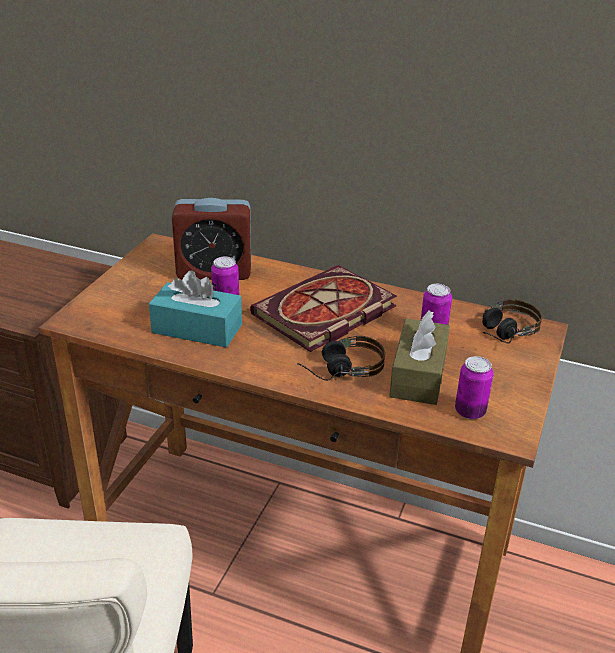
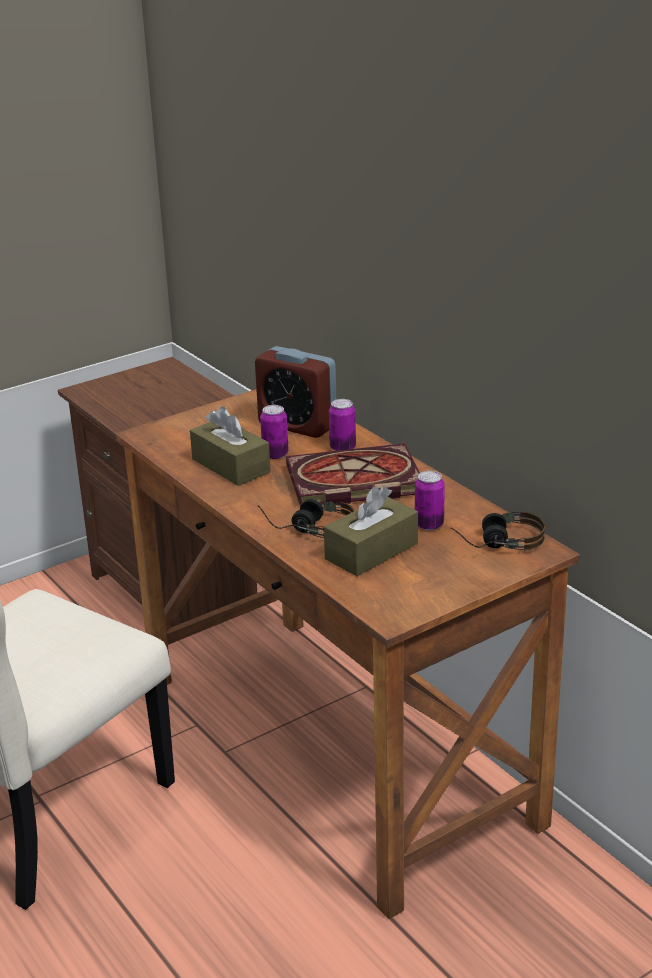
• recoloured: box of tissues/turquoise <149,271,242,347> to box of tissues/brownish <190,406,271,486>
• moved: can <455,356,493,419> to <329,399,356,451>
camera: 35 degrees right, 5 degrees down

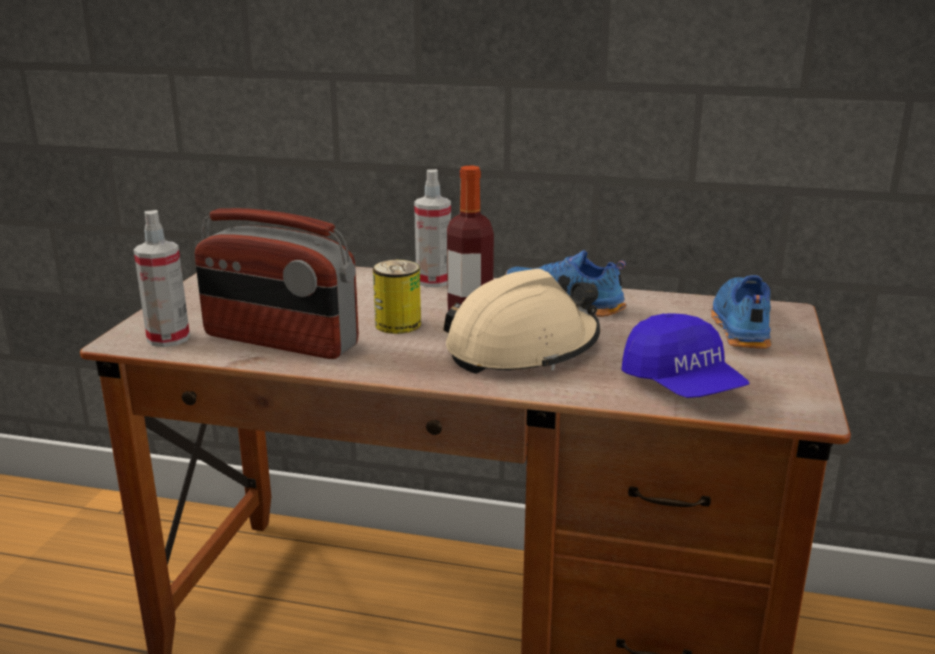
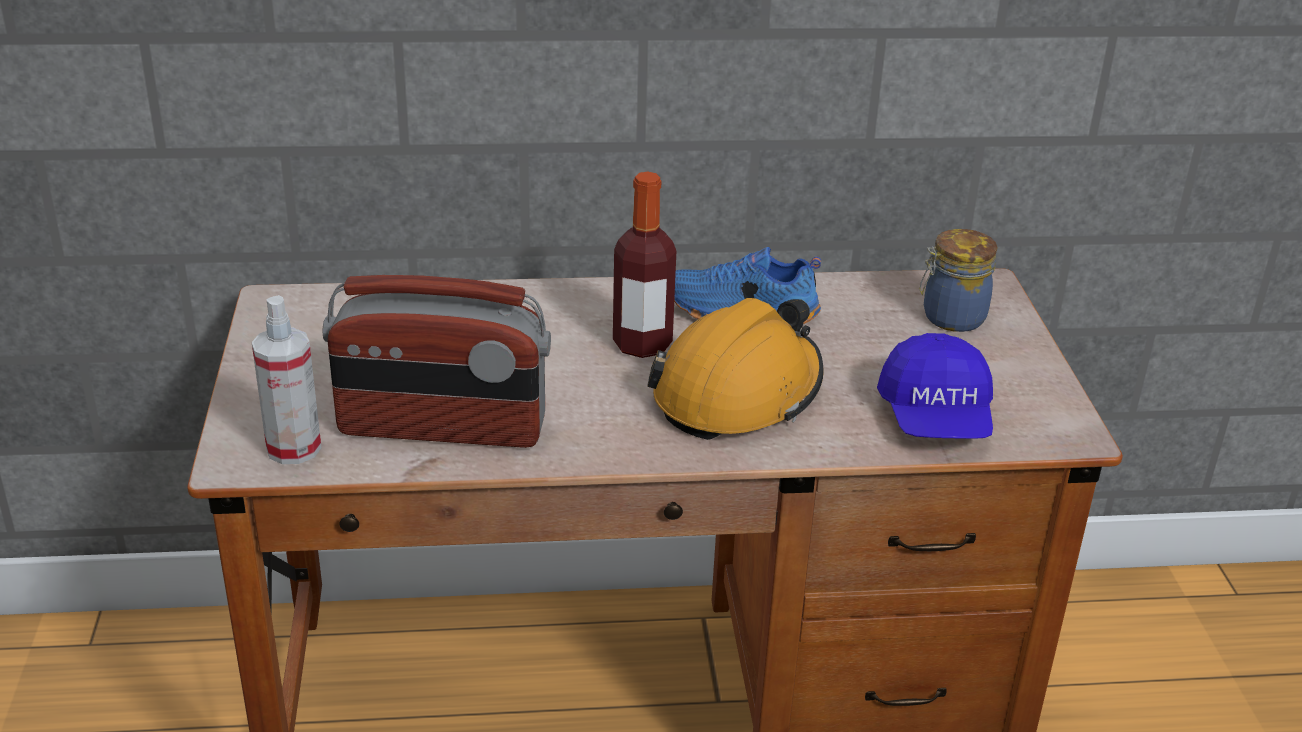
• removed: hand sprayer <414,169,451,287>
• removed: can <373,260,421,334>
• recoloured: hard hat/beige-coloured <443,269,600,374> to hard hat/orange-coloured <647,298,823,440>
• replaced: shoe/bluish <711,275,771,349> to preserve jar <919,229,997,332>
• turned: baseball cap/bluish <622,313,750,398> = <877,333,993,439> 45 degrees clockwise
camera: 20 degrees left, 10 degrees up

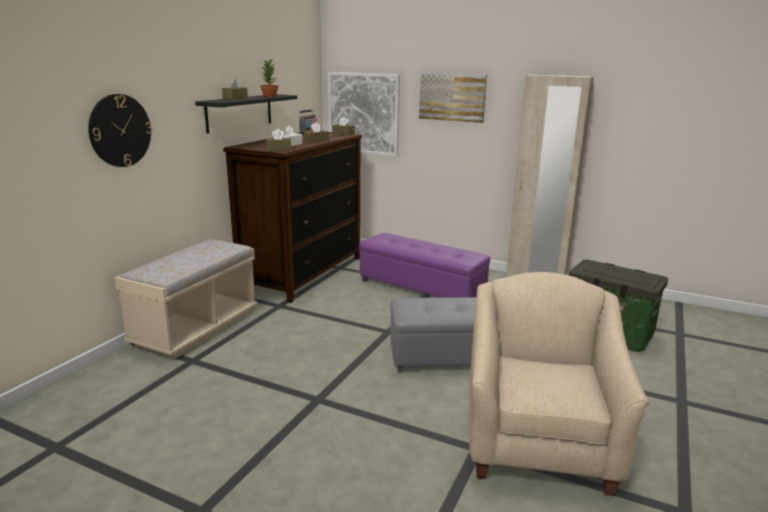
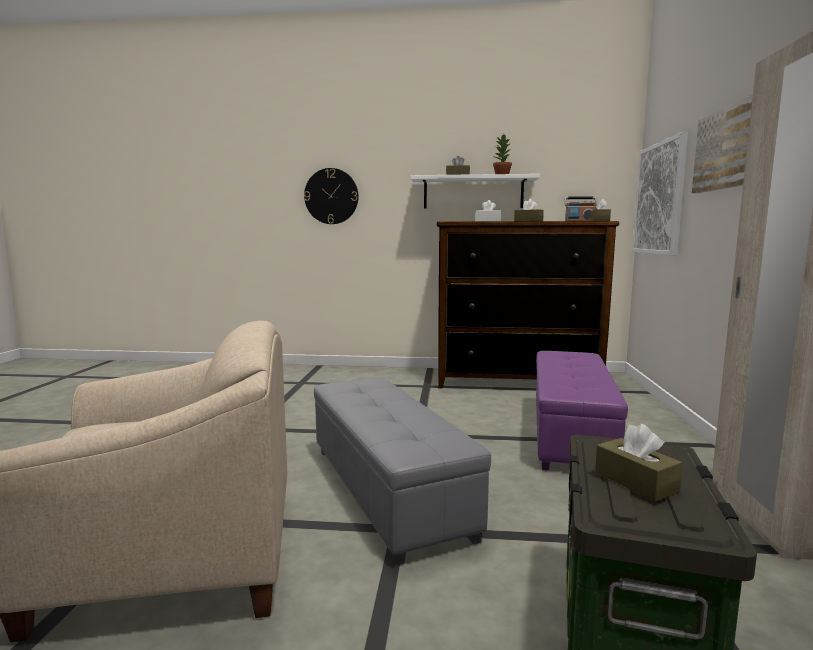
• recoloured: bracket shelf/black <195,94,297,133> to bracket shelf/white <411,174,540,209>
• moved: box of tissues/brownish <266,129,291,151> to <595,424,683,502>
• removed: long seat/beige-coloured <114,239,258,359>
camera: 70 degrees right, 10 degrees down

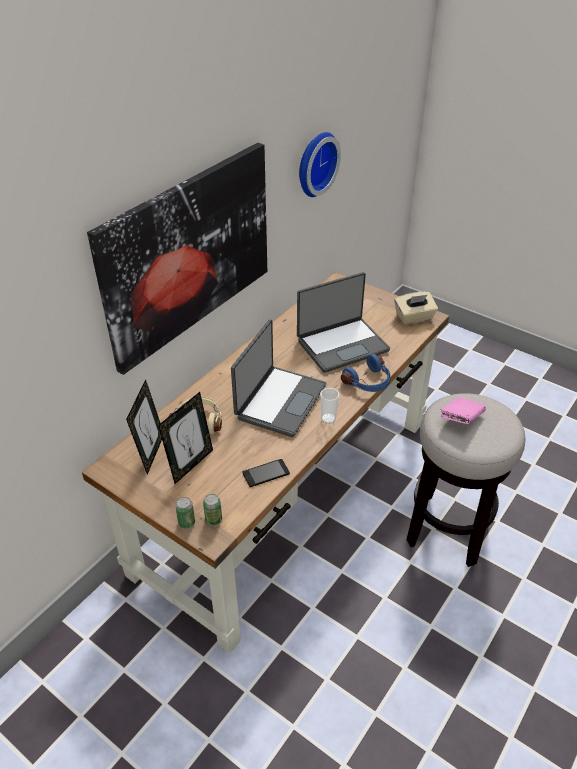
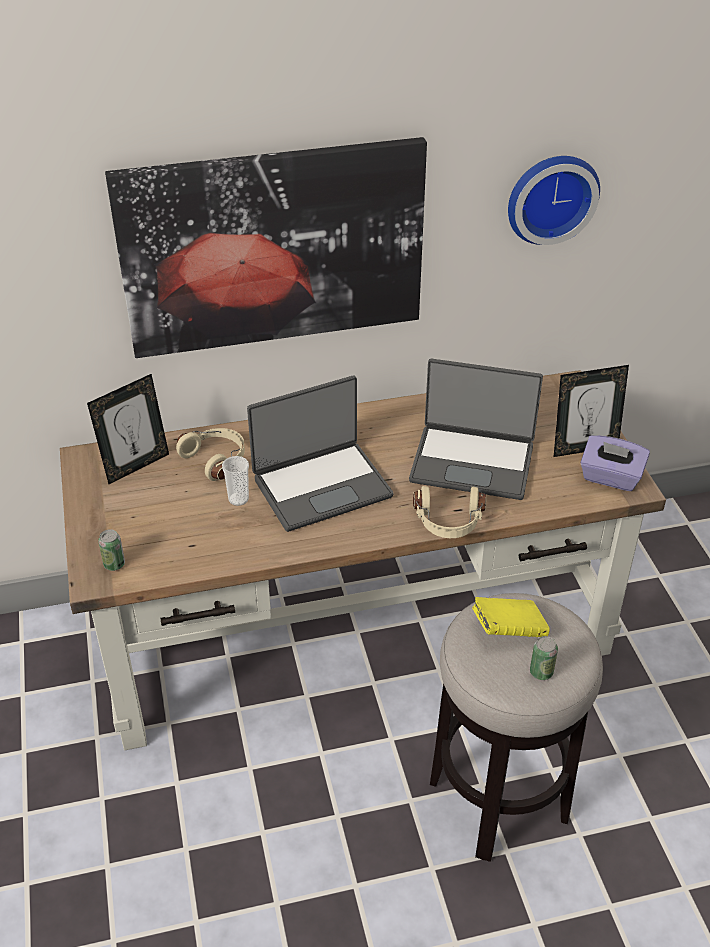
• recoloured: box of tissues/beige-coloured <394,292,438,325> to box of tissues/purplish <580,435,650,491>
• recoloured: headset/bluish <341,354,390,392> to headset/beige-coloured <413,486,486,538>
• moved: drinking cup <320,388,340,424> to <222,456,249,506>
• moved: photo frame <158,392,213,484> to <554,365,629,457>
• recoloured: volume/pink <441,397,486,424> to volume/yellowish <472,597,550,637>
• removed: handset <242,459,290,487>
• moved: can <175,497,195,529> to <530,636,558,680>
camera: 40 degrees right, 0 degrees up

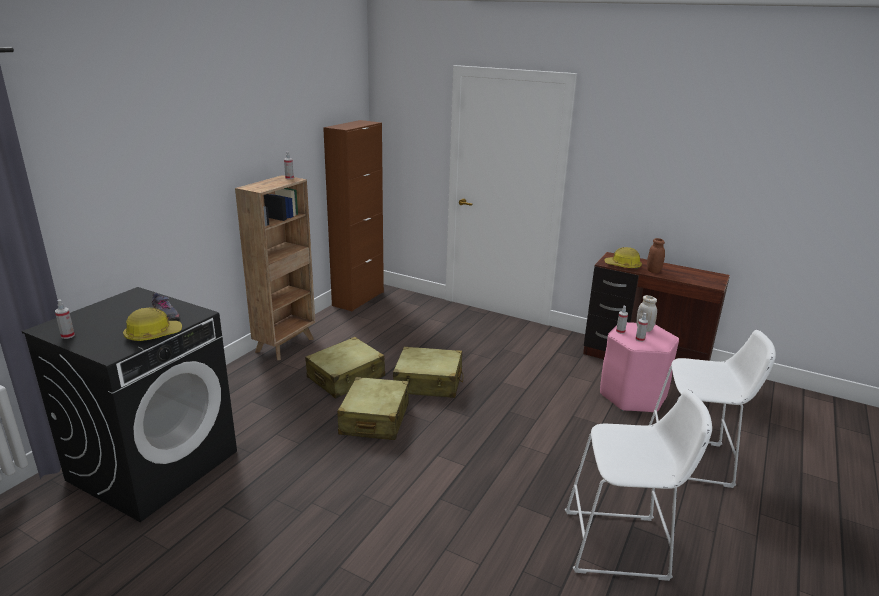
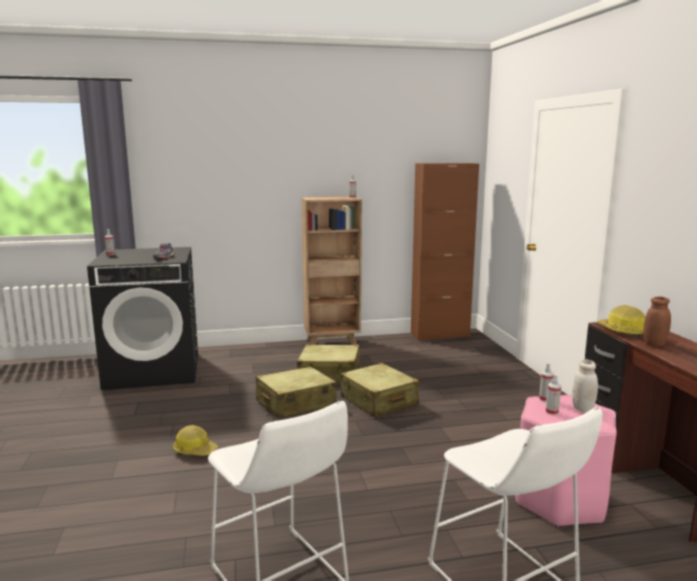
• moved: hard hat <123,308,182,341> to <173,425,218,456>
camera: 50 degrees right, 10 degrees down

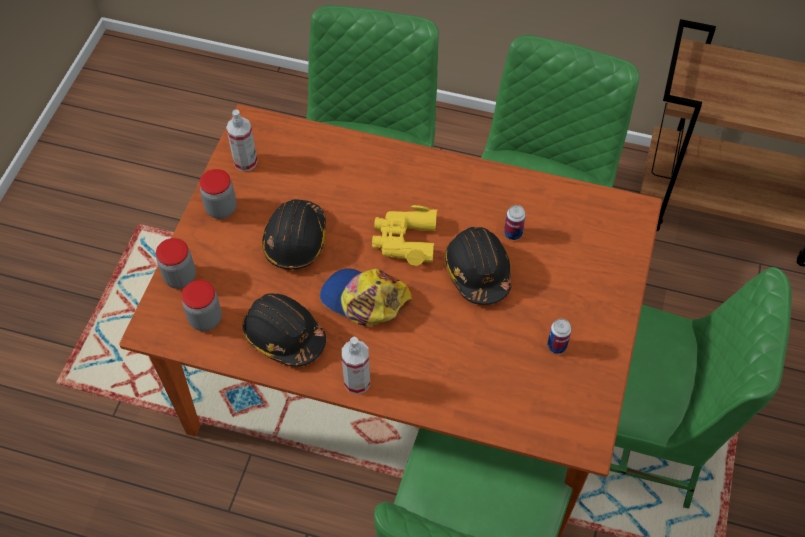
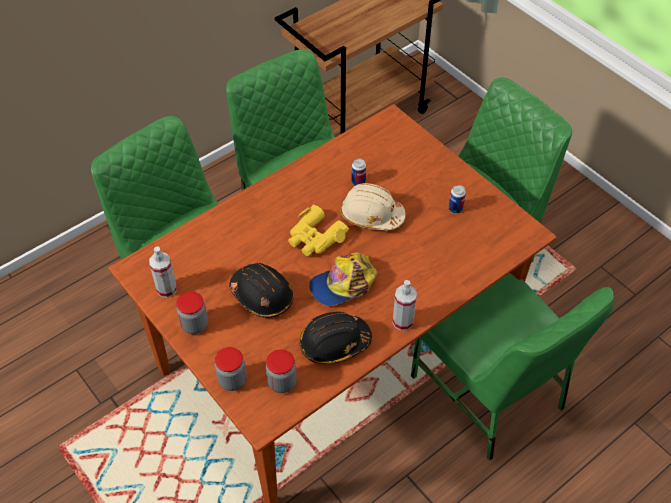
• recoloured: hard hat/black <444,227,512,305> to hard hat/beige-coloured <340,183,406,231>
camera: 55 degrees left, 5 degrees down

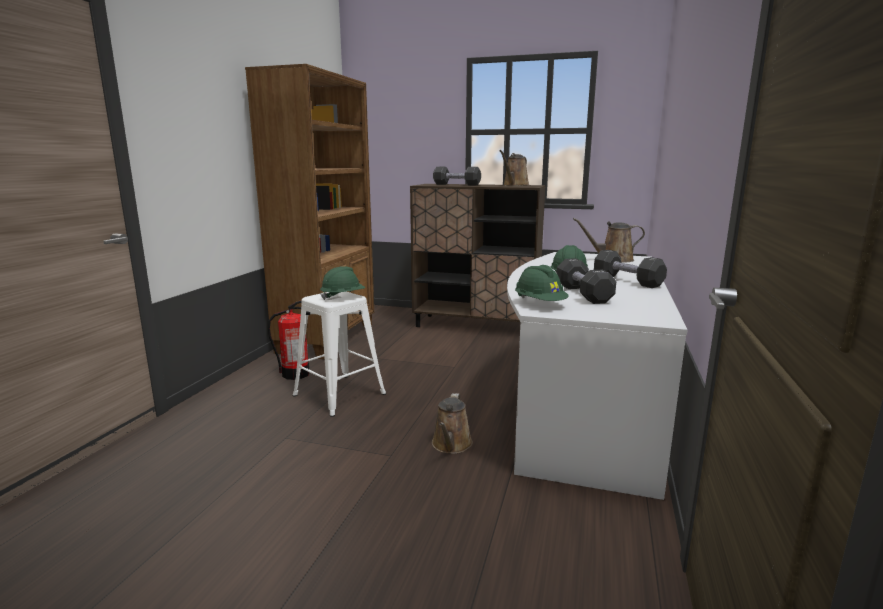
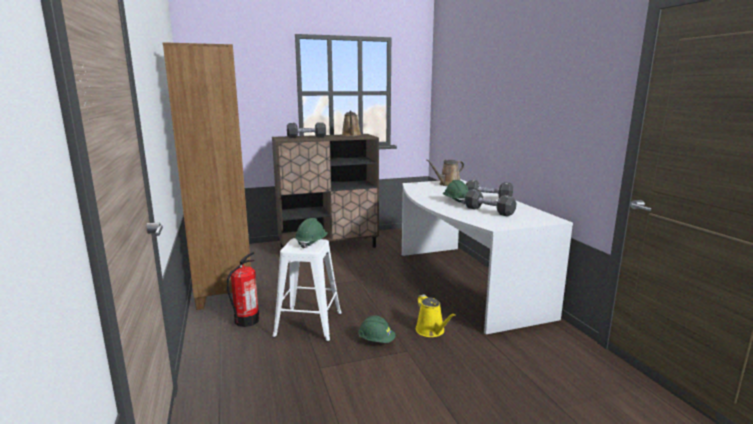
• moved: hard hat/green-coloured <515,265,569,301> to <358,315,396,343>
• recoloured: sprinkling can/brownish <432,393,473,454> to sprinkling can/yellowish <416,294,456,337>
camera: 35 degrees left, 0 degrees up

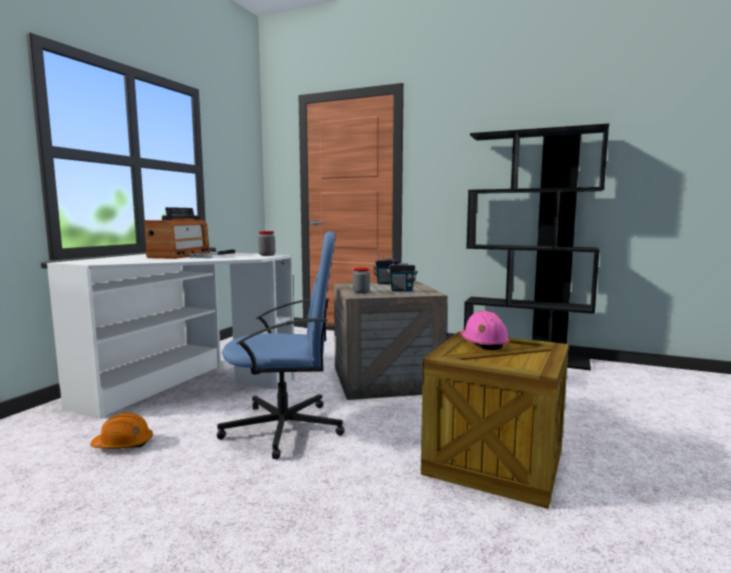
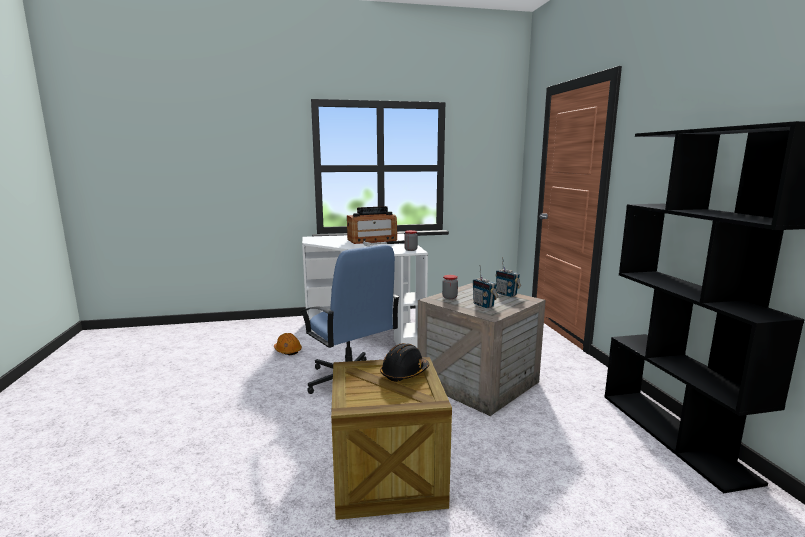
• recoloured: hard hat/pink <460,311,510,350> to hard hat/black <380,343,429,382>
camera: 55 degrees right, 5 degrees up

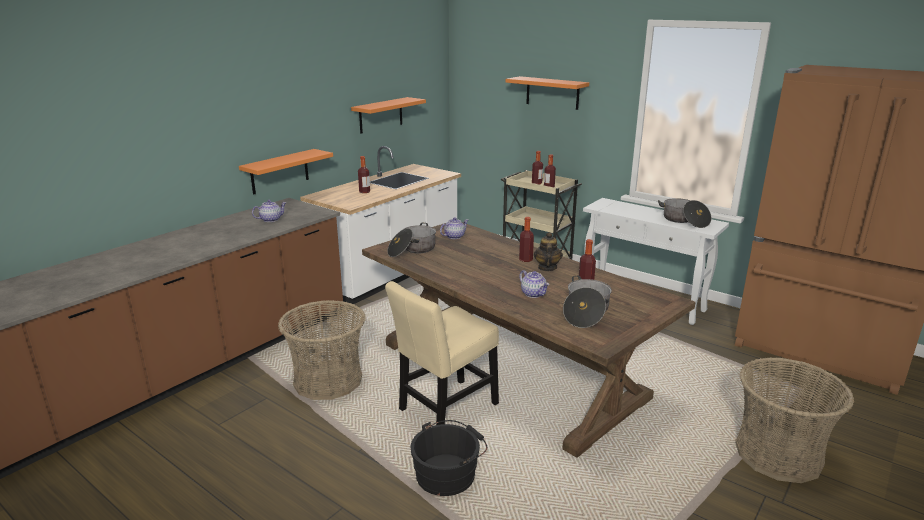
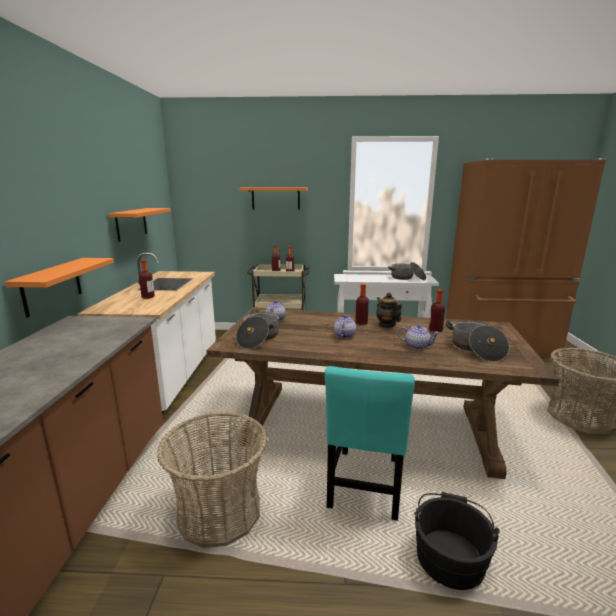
• moved: pot for tea <252,200,287,222> to <334,315,356,339>
• recoloured: plain chair/beige-coloured <385,281,499,425> to plain chair/turquoise <325,366,415,521>
camera: 35 degrees left, 5 degrees down

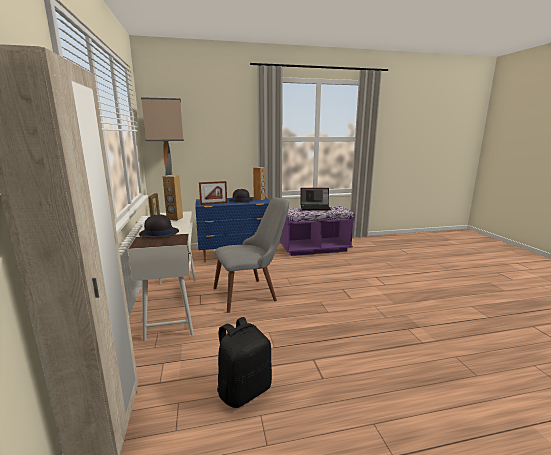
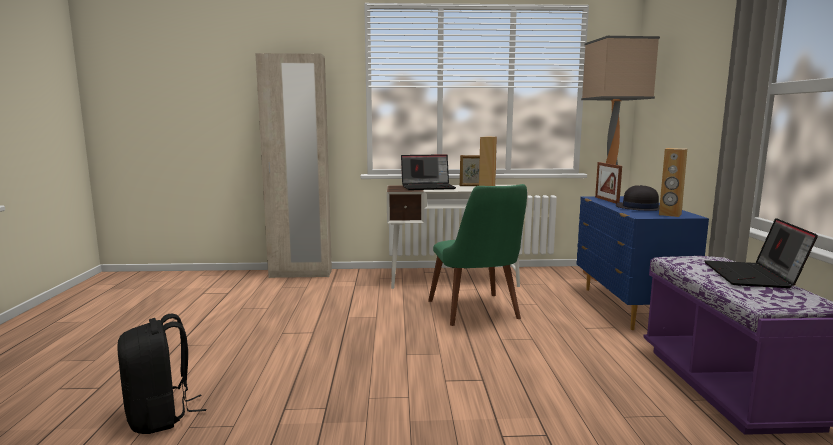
• recoloured: plain chair/gray <213,197,289,313> to plain chair/green-coloured <428,184,527,326>
• replaced: hat/black <139,214,179,238> to notebook computer <401,154,456,190>
• moved: knapsack/black <217,317,272,408> to <117,314,206,434>
camera: 100 degrees right, 5 degrees down

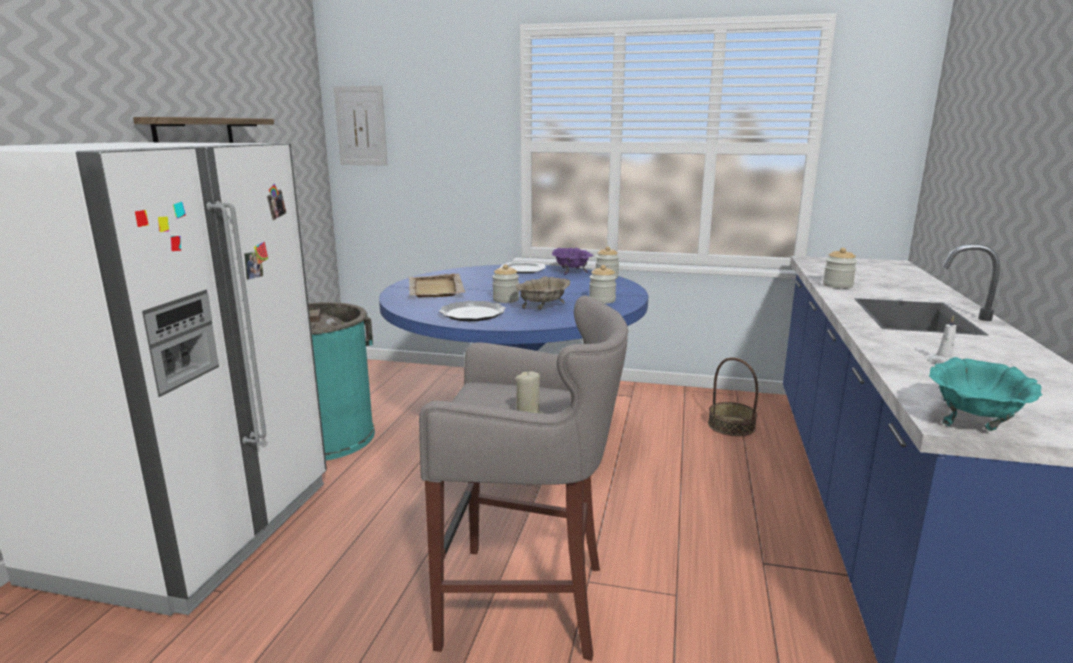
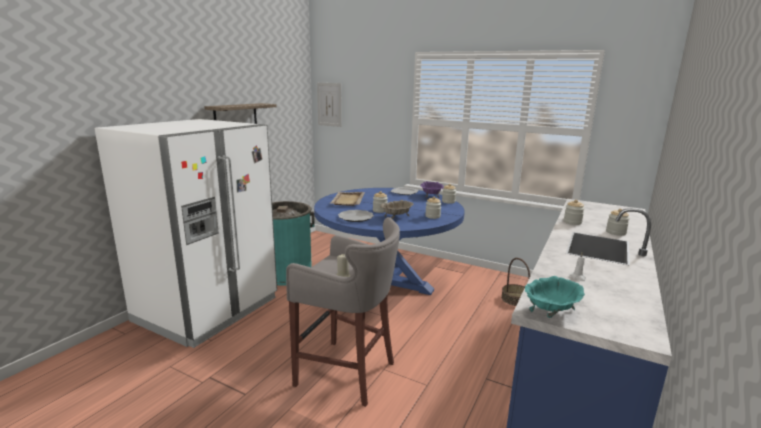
• added: preserve jar <606,209,630,236>
camera: 15 degrees right, 0 degrees up

